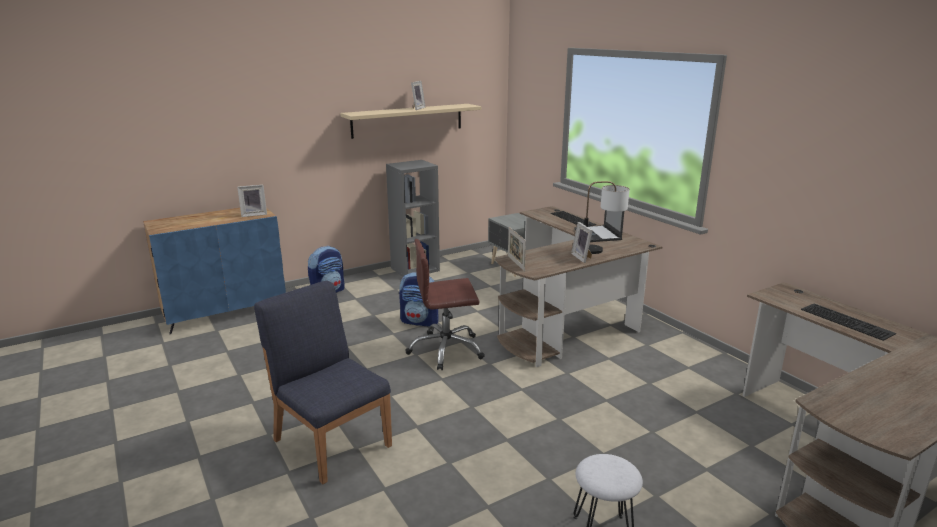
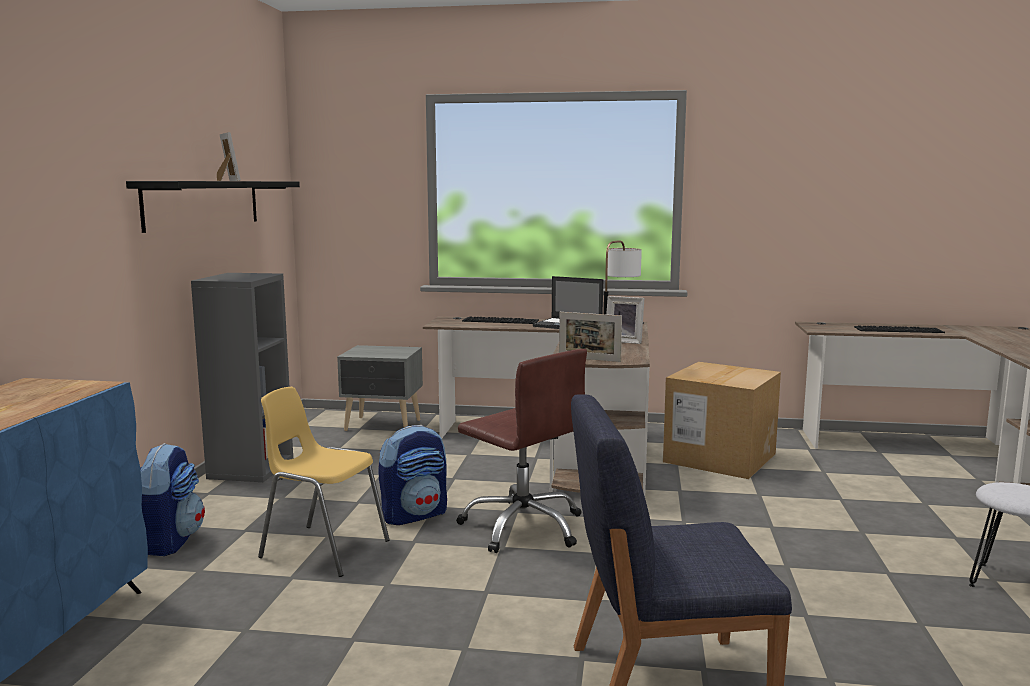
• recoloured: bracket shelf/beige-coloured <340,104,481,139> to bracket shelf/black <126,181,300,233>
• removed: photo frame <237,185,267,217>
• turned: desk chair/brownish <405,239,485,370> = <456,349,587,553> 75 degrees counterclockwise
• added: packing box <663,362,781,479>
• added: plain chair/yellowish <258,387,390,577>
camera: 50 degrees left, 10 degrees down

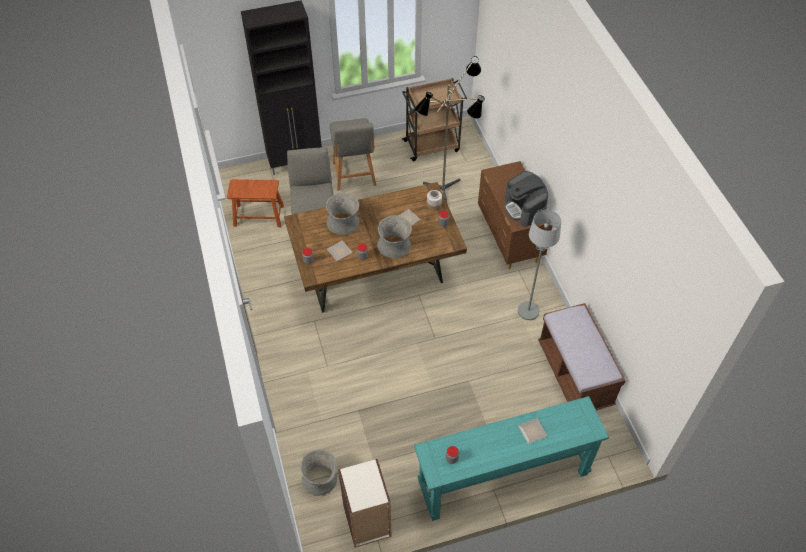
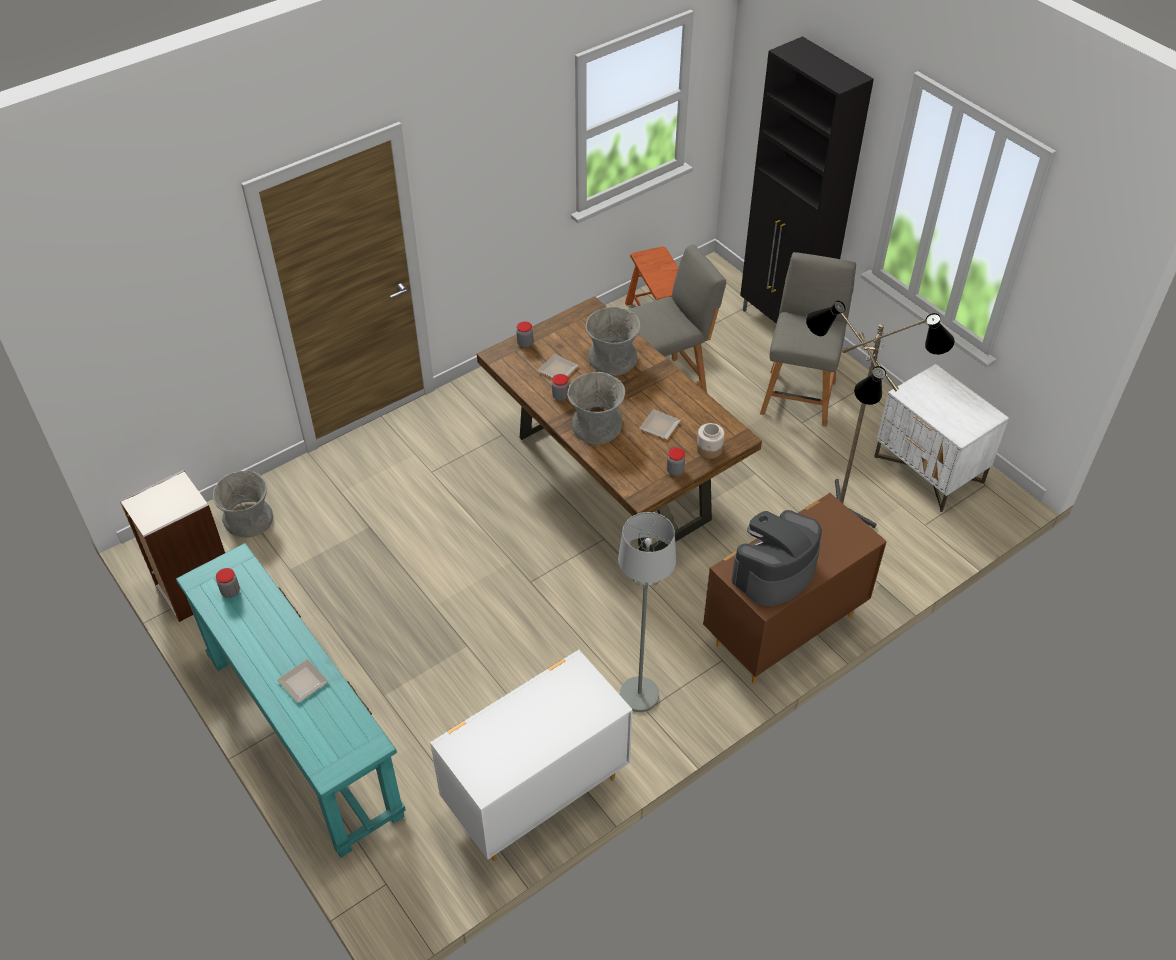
• replaced: wheeled cart/brownish <402,78,467,161> to night table/white <874,364,1009,512>
• turned: plain chair/gray <330,118,376,190> = <760,252,856,427> 135 degrees clockwise
• replaced: long seat/brownish <538,303,626,410> to dresser/white <430,650,633,861>
camera: 70 degrees right, 5 degrees down

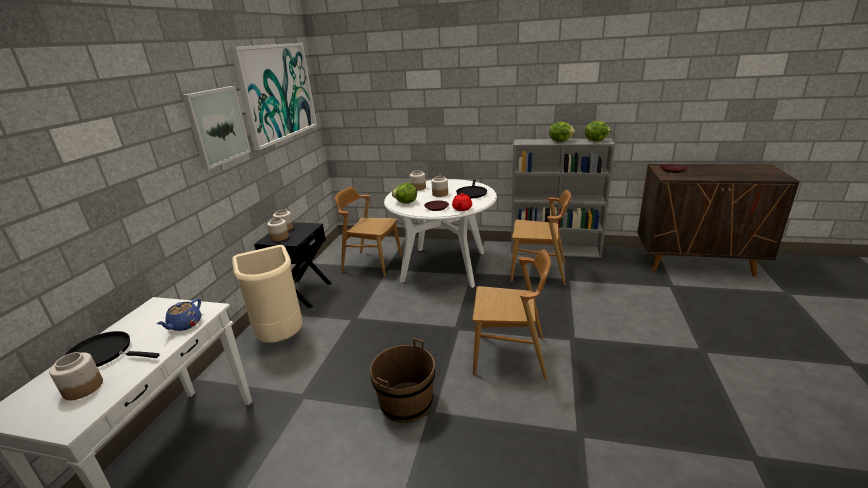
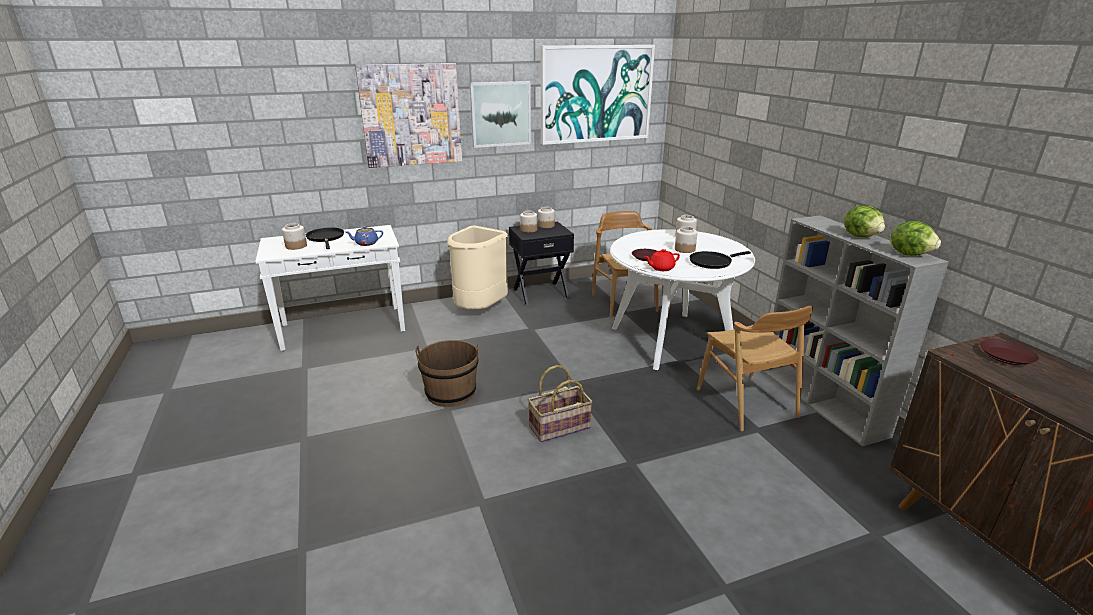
• removed: lettuce <392,183,417,204>
• replaced: plain chair/brownish <472,249,551,380> to basket <528,365,592,442>
• added: wall picture <355,63,462,168>
camera: 55 degrees right, 0 degrees up

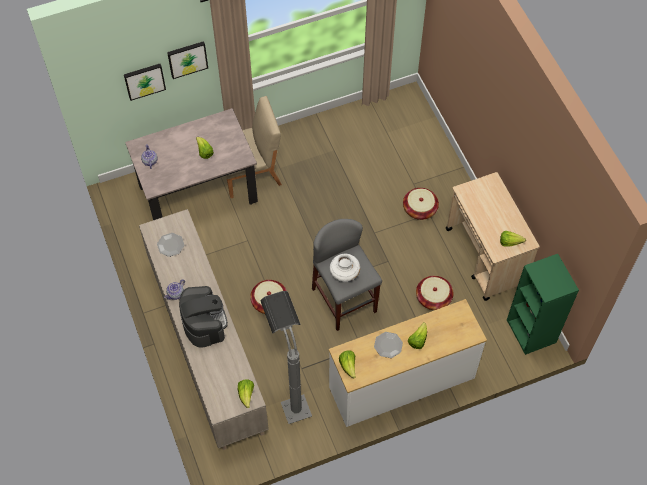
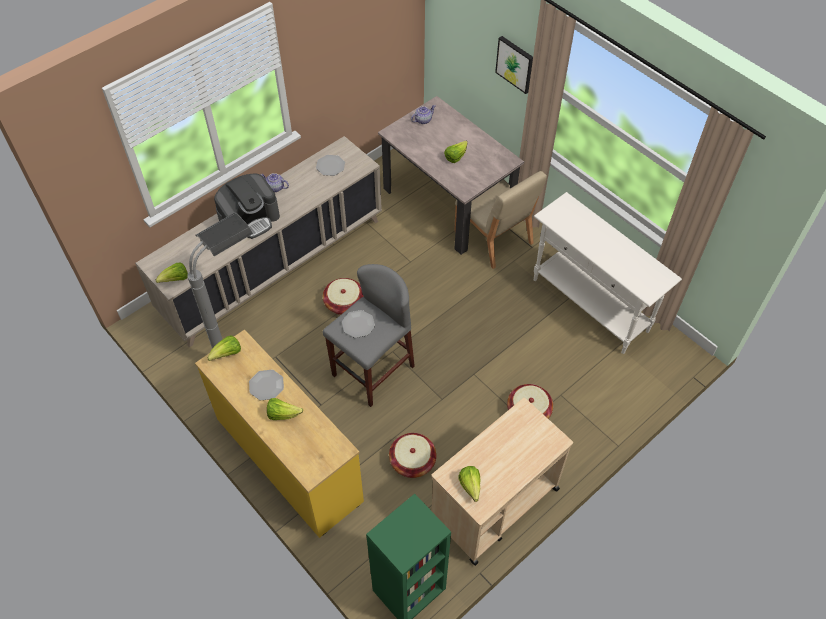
• removed: wall picture <124,64,166,101>
• replaced: decorative vase/white <330,254,360,282> to flat dish <342,310,375,338>
• recoloured: dresser/white <329,299,487,427> to dresser/yellowish <195,329,364,538>
• added: console table/white <534,192,682,354>
camera: 70 degrees right, 5 degrees down

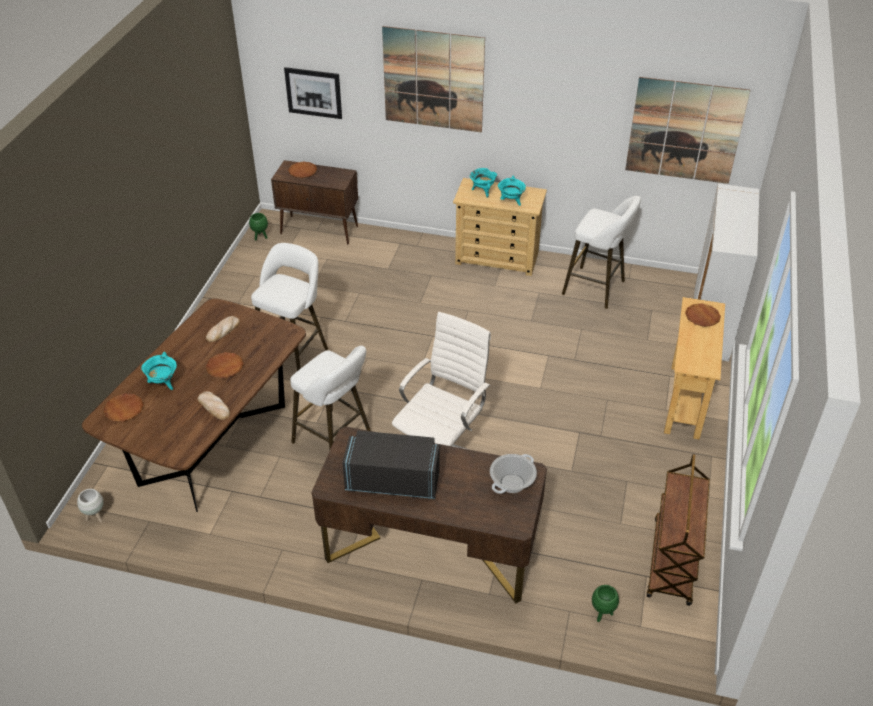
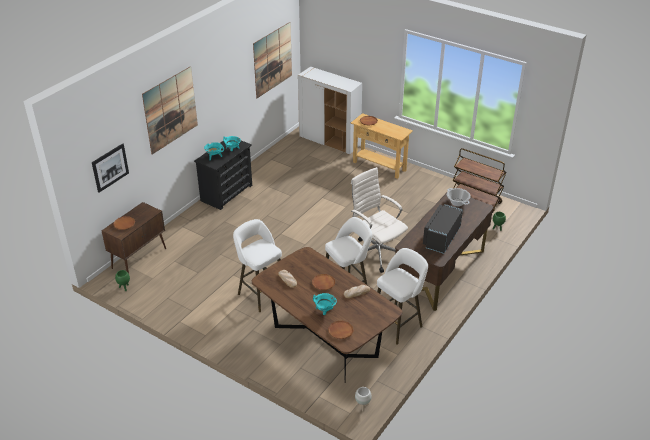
• recoloured: dresser/beige-coloured <453,178,547,276> to dresser/black <194,141,252,210>
• moved: sitting stool/white <562,196,641,309> to <377,248,428,345>
camera: 70 degrees left, 5 degrees down

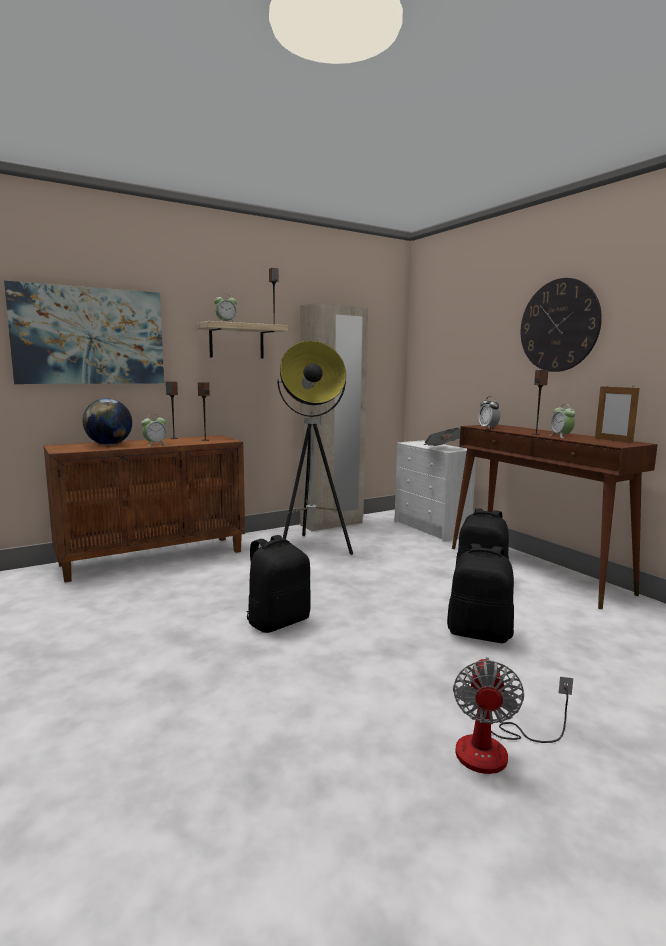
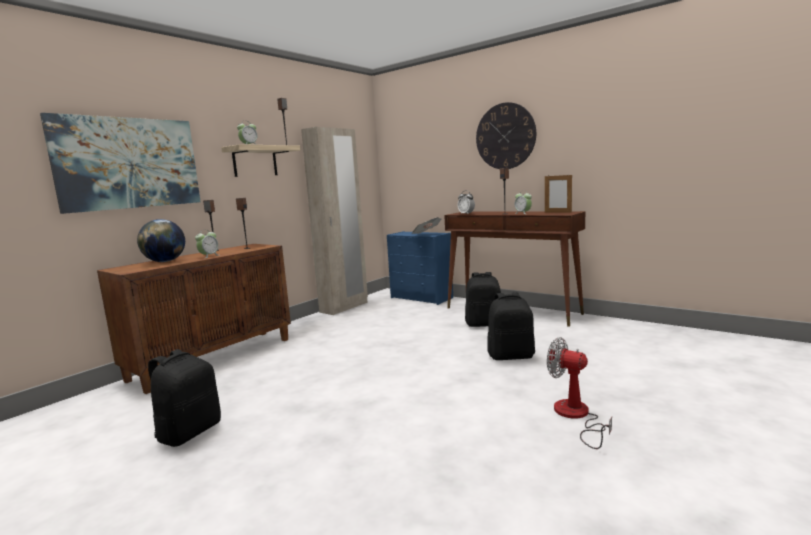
• removed: standard lamp <277,340,353,555>
• recoloured: dresser/white <394,440,476,542> to dresser/bluish <387,231,453,305>
• moved: knapsack/black <247,535,311,633> to <148,349,221,447>
• turned: fan <453,657,573,774> = <547,337,612,449> 135 degrees clockwise
camera: 20 degrees left, 0 degrees up

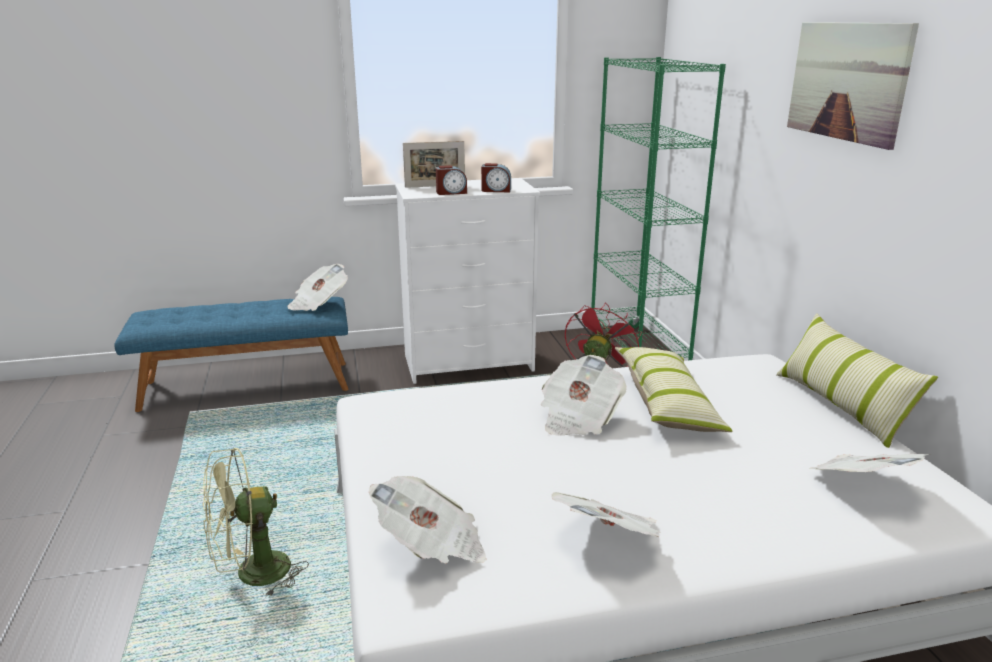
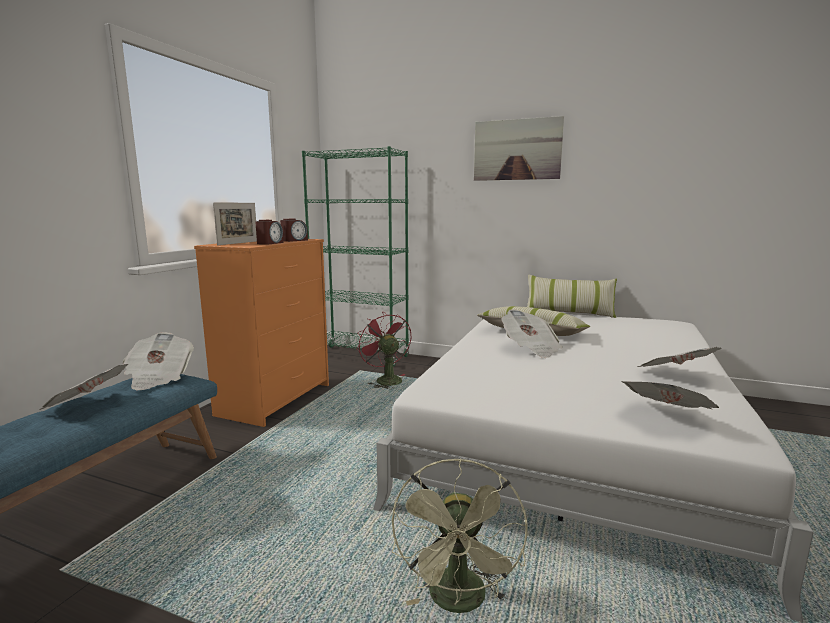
• recoloured: dresser/white <395,178,540,384> to dresser/orange-coloured <194,239,329,427>
• moved: daily paper <812,454,930,472> to <39,364,128,410>
camera: 55 degrees left, 10 degrees down

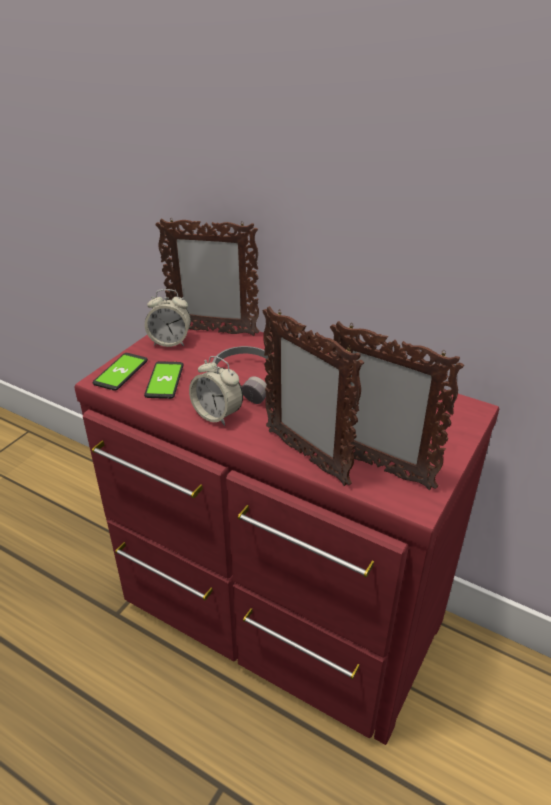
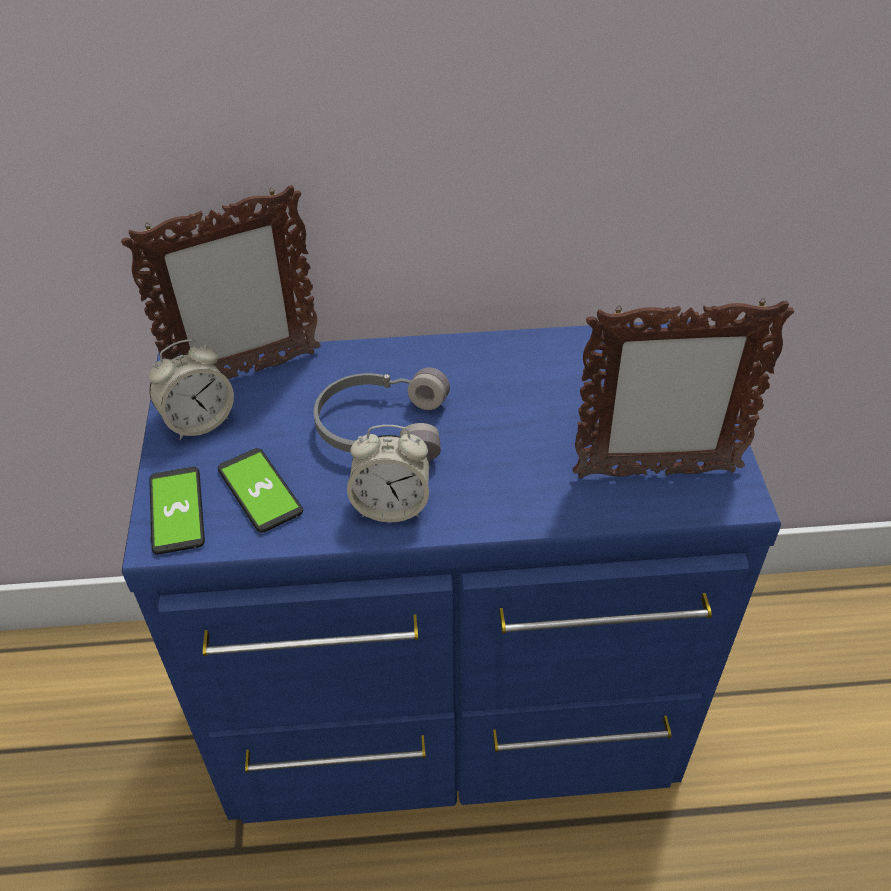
• removed: photo frame <263,306,364,486>
• recoloured: dresser/reddish <74,320,499,745> to dresser/bluish <121,319,781,823>
camera: 35 degrees left, 10 degrees up

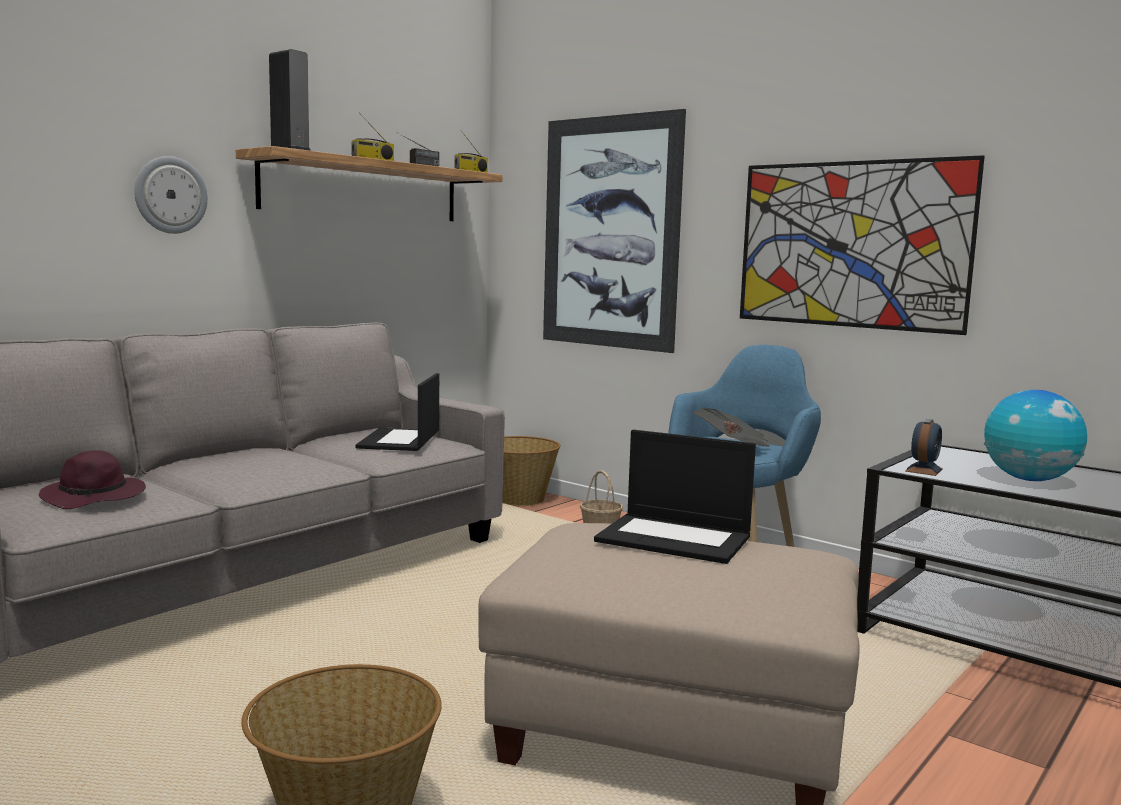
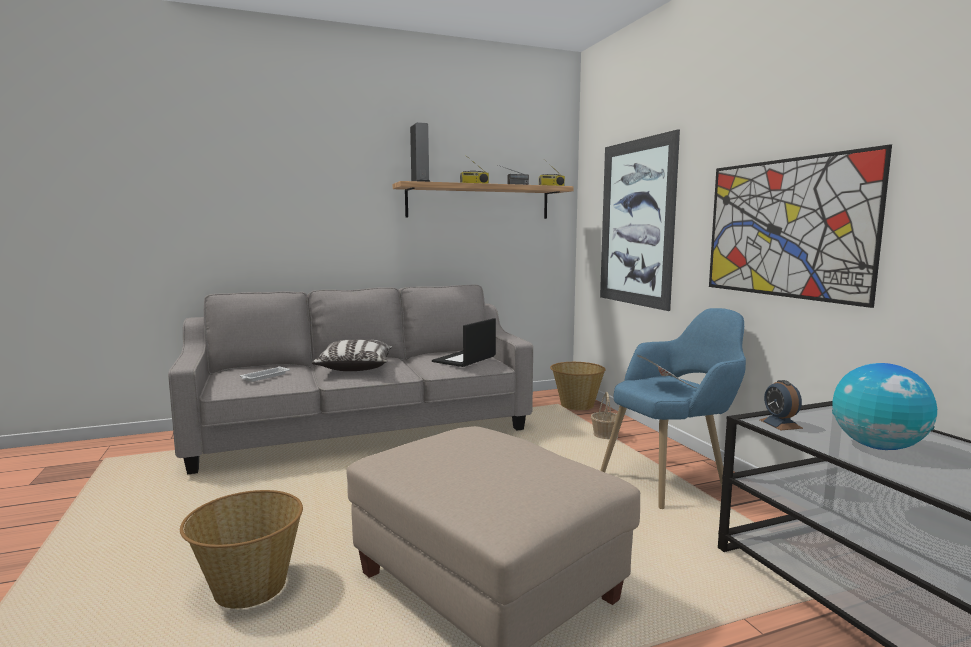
• removed: clock on the wall <134,156,208,234>
• turned: bedside clock <905,419,943,476> = <759,380,803,430> 105 degrees clockwise
• removed: notebook computer <594,430,756,564>
• replaced: hat/purplish <39,450,146,509> to tray/white <240,366,290,382>
• added: cushion <312,339,393,371>
camera: 30 degrees right, 0 degrees up

